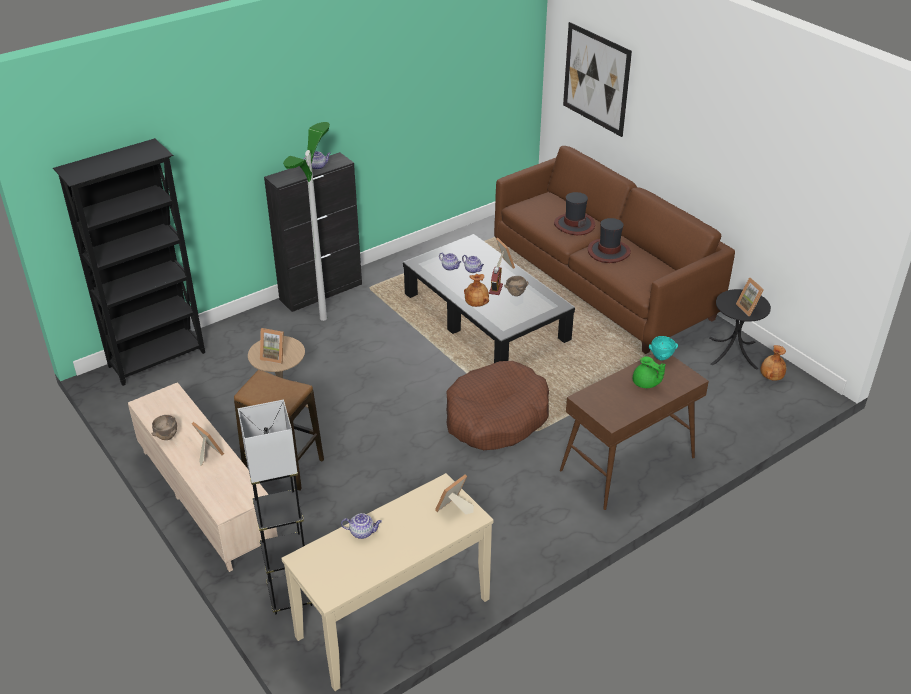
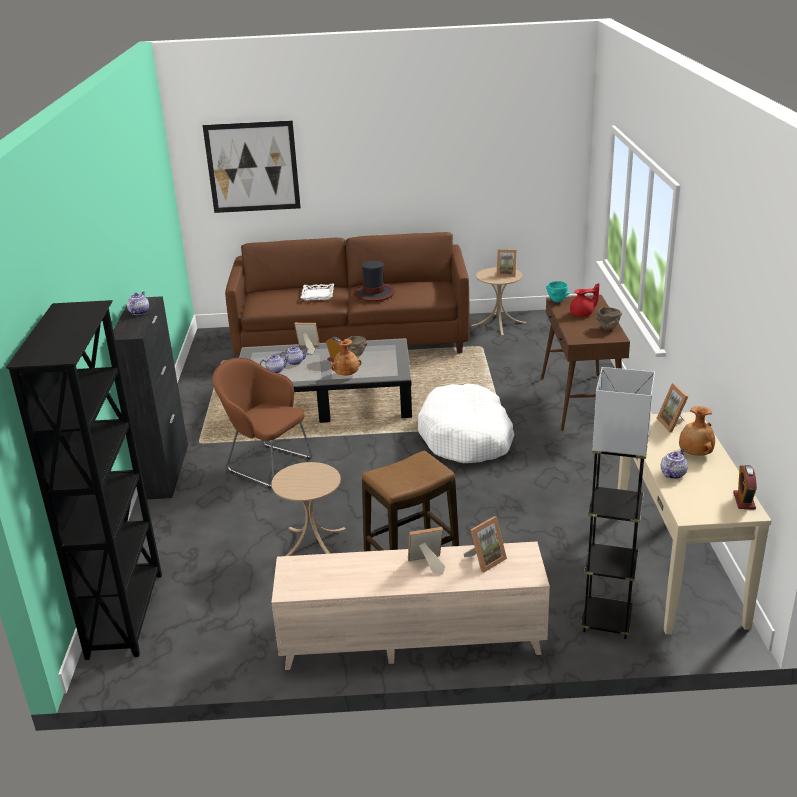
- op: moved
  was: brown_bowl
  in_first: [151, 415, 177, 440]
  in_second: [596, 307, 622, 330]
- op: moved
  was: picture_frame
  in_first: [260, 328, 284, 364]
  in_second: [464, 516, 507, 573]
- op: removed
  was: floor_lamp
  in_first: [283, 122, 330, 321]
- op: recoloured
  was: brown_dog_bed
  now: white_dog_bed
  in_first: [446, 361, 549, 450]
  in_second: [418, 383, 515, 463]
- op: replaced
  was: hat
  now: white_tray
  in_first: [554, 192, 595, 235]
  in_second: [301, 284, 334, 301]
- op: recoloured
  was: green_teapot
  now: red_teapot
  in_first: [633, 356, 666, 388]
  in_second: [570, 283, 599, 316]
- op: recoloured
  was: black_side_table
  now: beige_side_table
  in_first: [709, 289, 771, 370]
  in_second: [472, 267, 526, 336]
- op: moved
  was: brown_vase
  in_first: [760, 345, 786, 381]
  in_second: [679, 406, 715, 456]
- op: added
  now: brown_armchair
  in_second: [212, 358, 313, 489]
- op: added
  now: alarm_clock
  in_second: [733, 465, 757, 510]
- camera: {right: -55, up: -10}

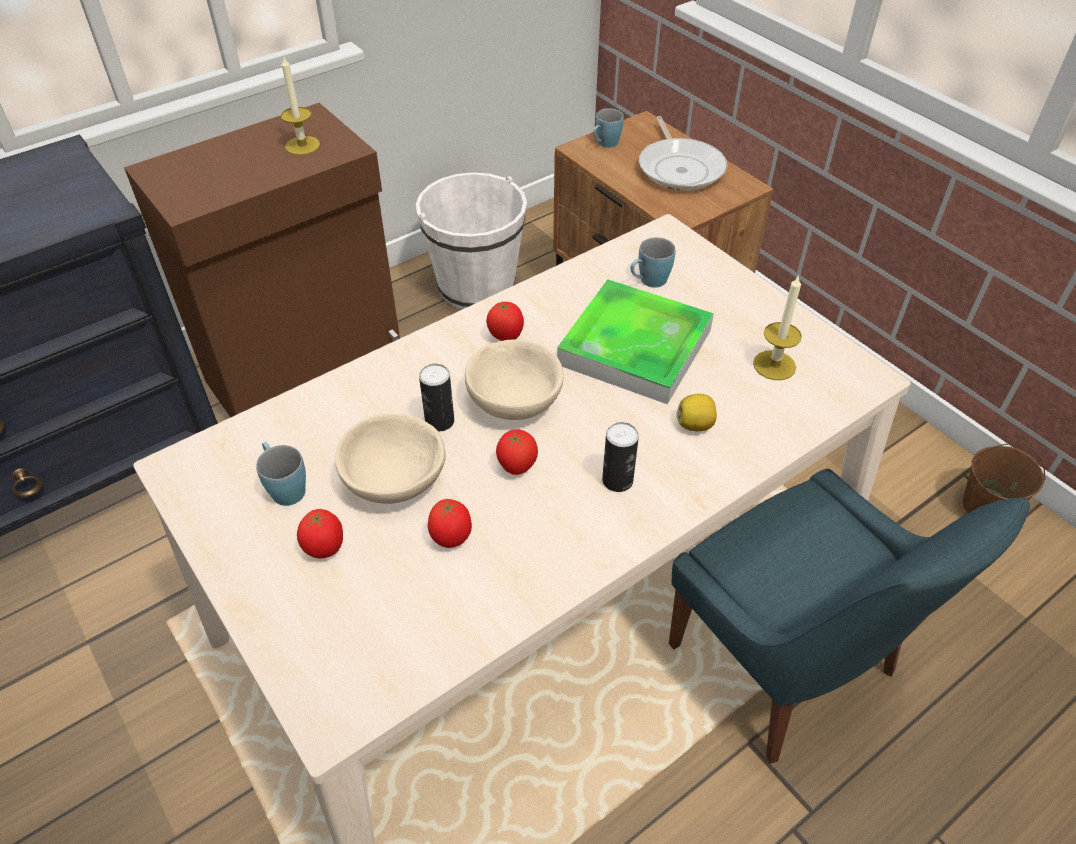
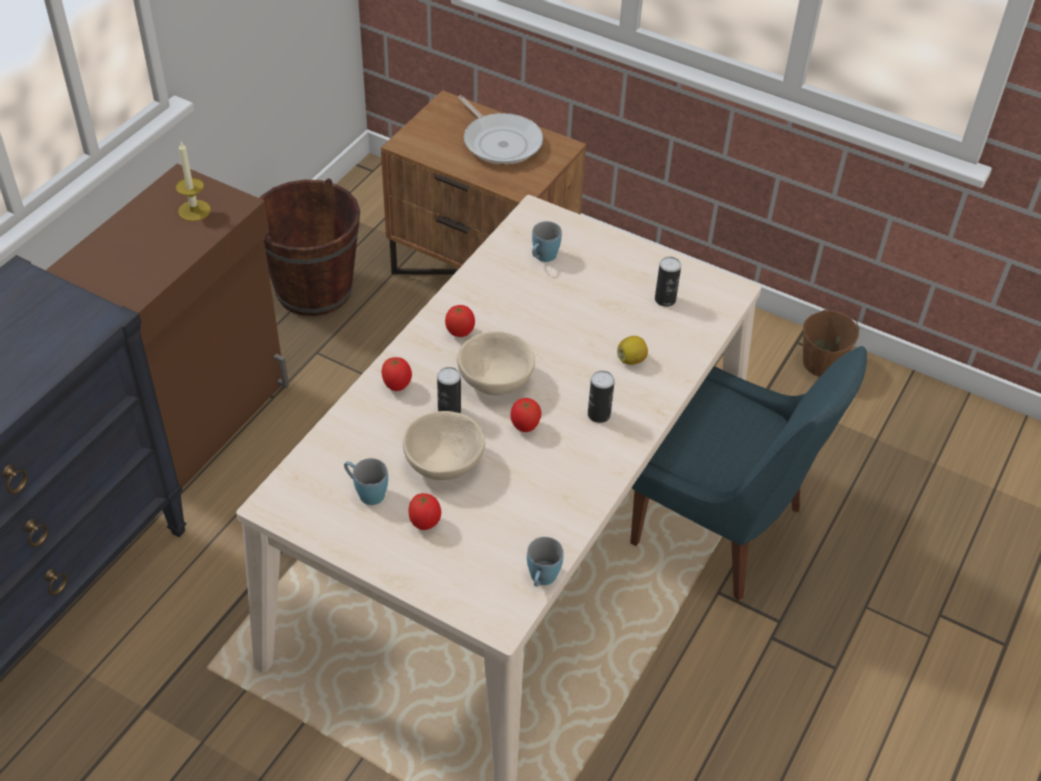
- op: recoloured
  was: white_bucket
  now: brown_bucket
  in_first: [416, 172, 527, 309]
  in_second: [260, 178, 360, 316]
- op: moved
  was: tomato
  in_first: [428, 499, 472, 548]
  in_second: [381, 357, 412, 391]
- op: removed
  was: tray
  in_first: [557, 279, 714, 404]
- op: moved
  was: blue_mug
  in_first: [593, 108, 624, 148]
  in_second: [527, 537, 564, 587]
- op: replaced
  was: candle
  now: can
  in_first: [753, 275, 802, 380]
  in_second: [655, 257, 681, 307]
- camera: {right: -25, up: 0}

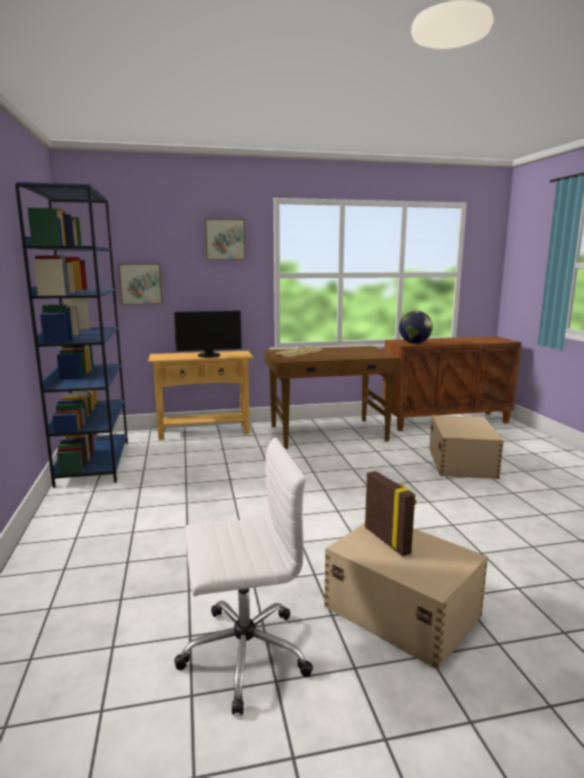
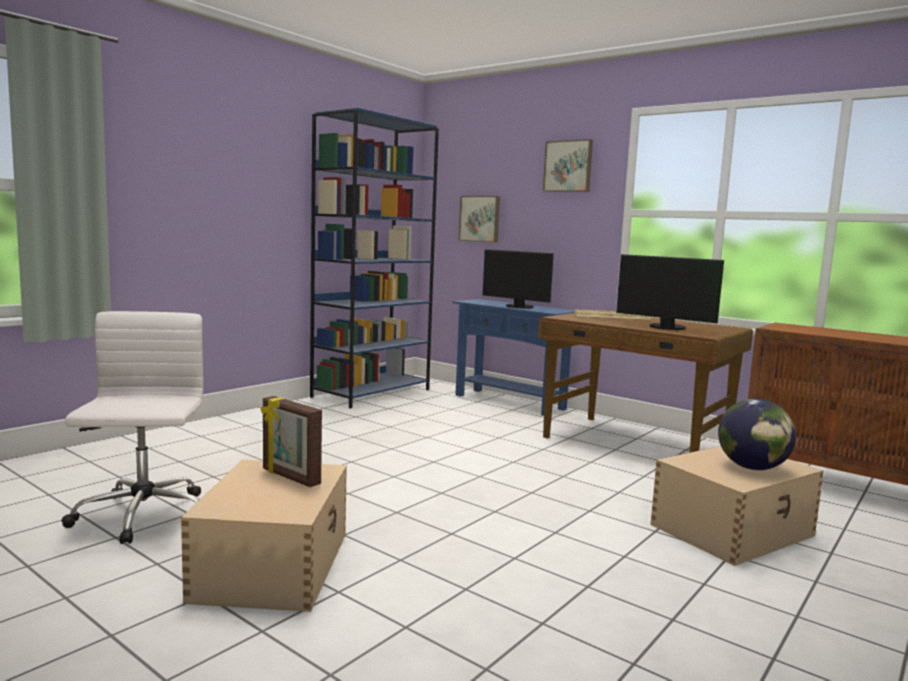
- op: recoloured
  was: beige_console_table
  now: blue_console_table
  in_first: [148, 351, 253, 440]
  in_second: [453, 299, 575, 416]
- op: turned
  was: white_office_chair
  in_first: [174, 438, 313, 715]
  in_second: [61, 311, 203, 544]
  clockwise: -135
- op: turned
  was: picture_frame
  in_first: [365, 471, 416, 556]
  in_second: [261, 396, 322, 487]
  clockwise: 105
- op: moved
  was: globe
  in_first: [399, 311, 433, 344]
  in_second: [718, 398, 796, 470]
- op: added
  now: monitor
  in_second: [616, 254, 724, 330]
- camera: {right: 50, up: -5}

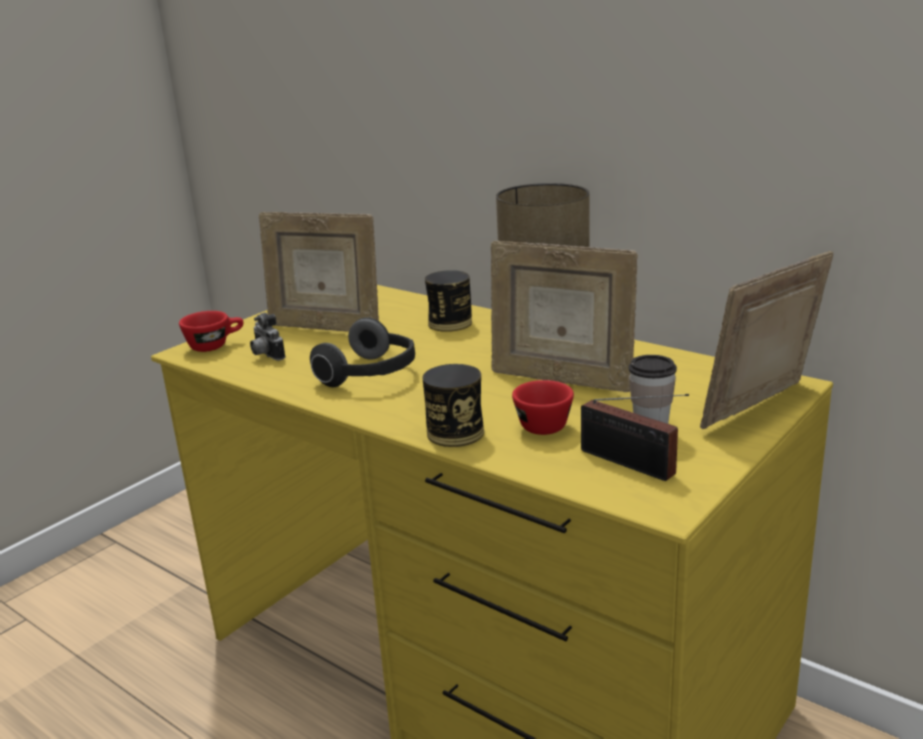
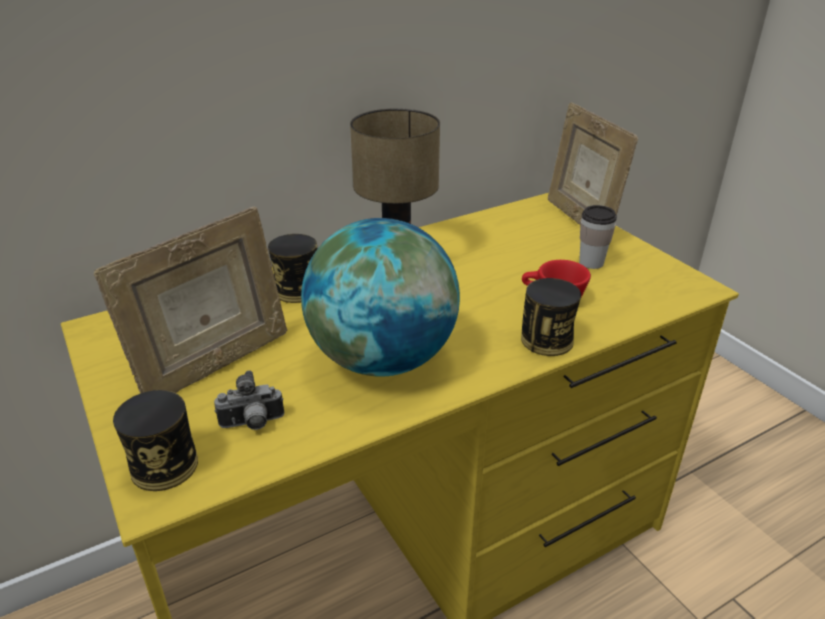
- op: replaced
  was: red_cup
  now: can
  in_first: [179, 311, 244, 352]
  in_second: [113, 390, 198, 491]
- op: replaced
  was: headphones
  now: globe
  in_first: [310, 317, 415, 387]
  in_second: [301, 218, 460, 377]
- op: removed
  was: picture_frame
  in_first: [491, 241, 638, 392]
- op: removed
  was: radio
  in_first: [581, 394, 689, 481]
- camera: {right: -70, up: 10}

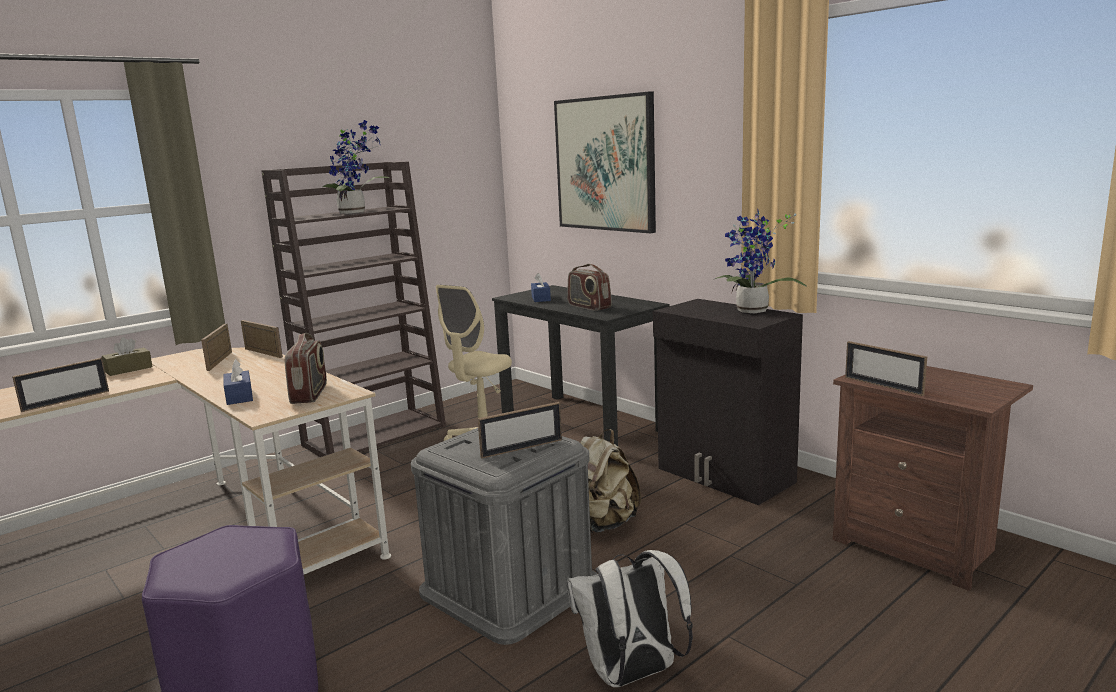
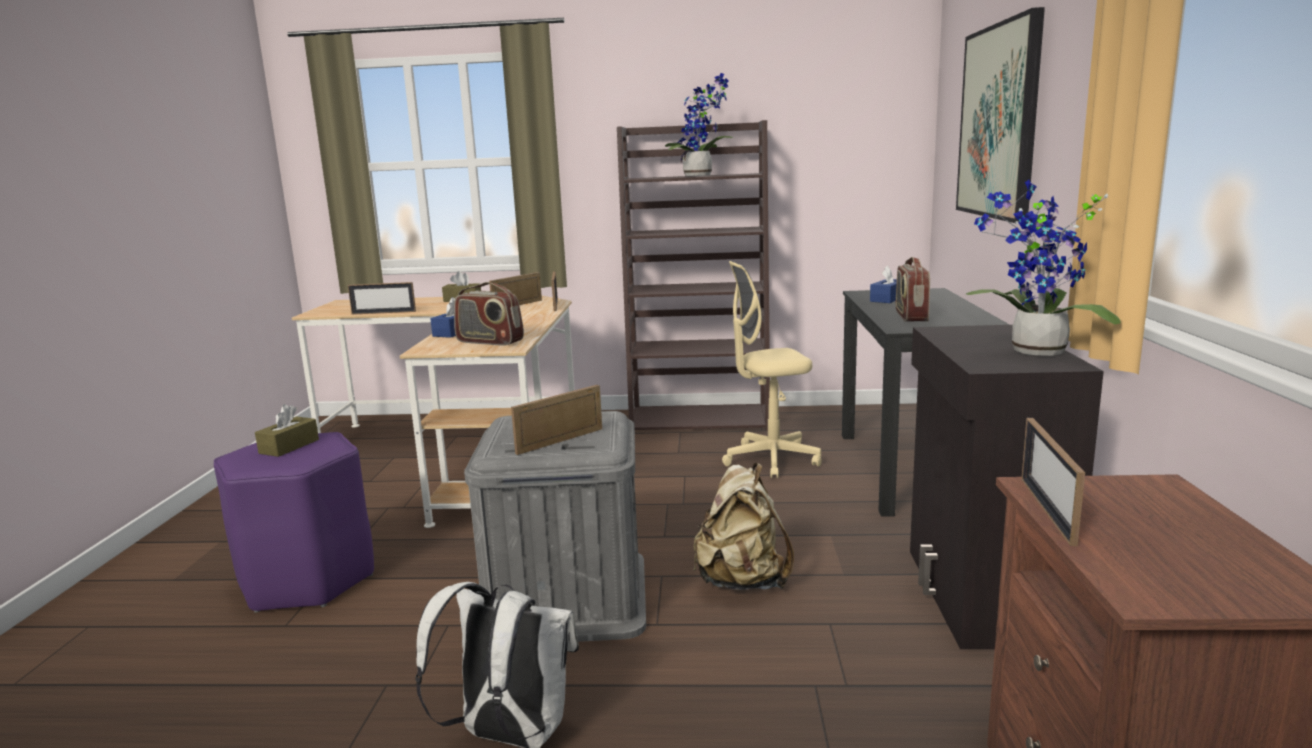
- op: turned
  was: radio
  in_first: [285, 333, 327, 404]
  in_second: [454, 282, 524, 346]
  clockwise: 75
- op: turned
  was: picture_frame
  in_first: [478, 402, 562, 459]
  in_second: [511, 385, 602, 455]
  clockwise: 120
- op: added
  now: brown_tissue_box
  in_second: [255, 404, 319, 457]
- camera: {right: 45, up: 0}

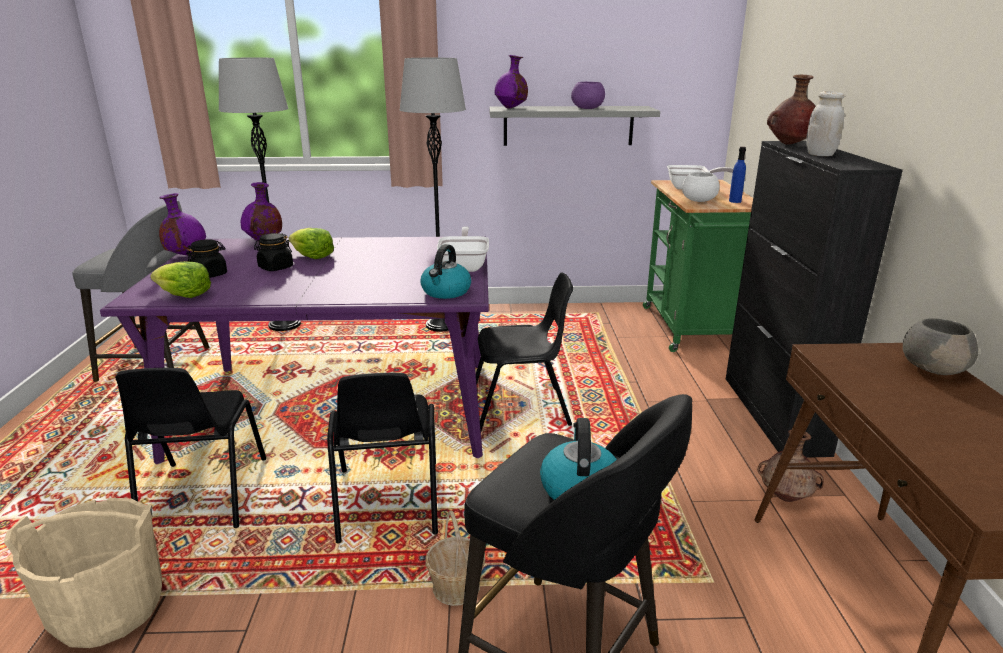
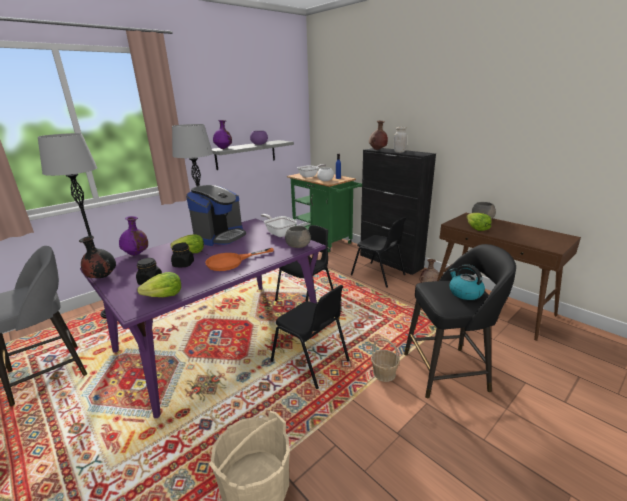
- op: moved
  was: black_chair
  in_first: [115, 368, 266, 528]
  in_second: [351, 217, 406, 288]
- op: recoloured
  was: purple_vase
  now: black_vase
  in_first: [159, 193, 206, 255]
  in_second: [79, 236, 116, 278]
- op: replaced
  was: kettle
  now: grey_bowl
  in_first: [420, 244, 471, 299]
  in_second: [285, 226, 311, 248]
- op: added
  now: coffee_machine
  in_second: [186, 185, 246, 246]
- op: added
  now: orange_frying_pan
  in_second: [205, 248, 274, 271]
- op: added
  now: lettuce
  in_second: [466, 213, 492, 231]
- camera: {right: -40, up: 0}

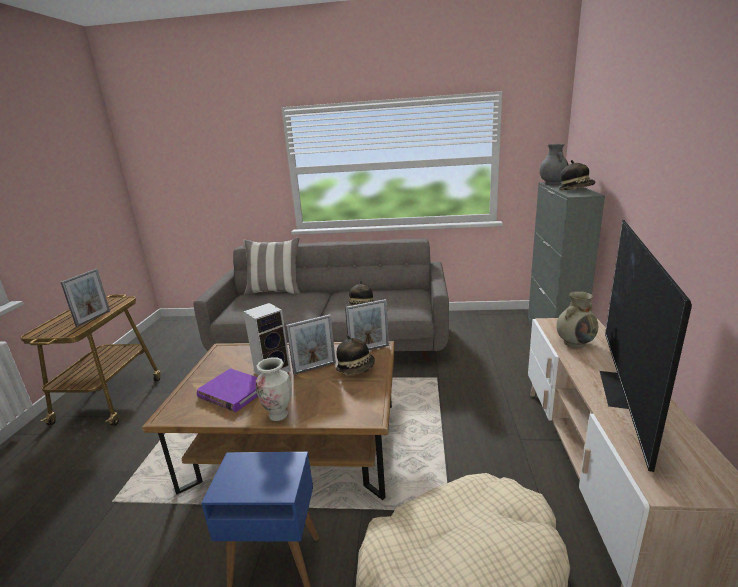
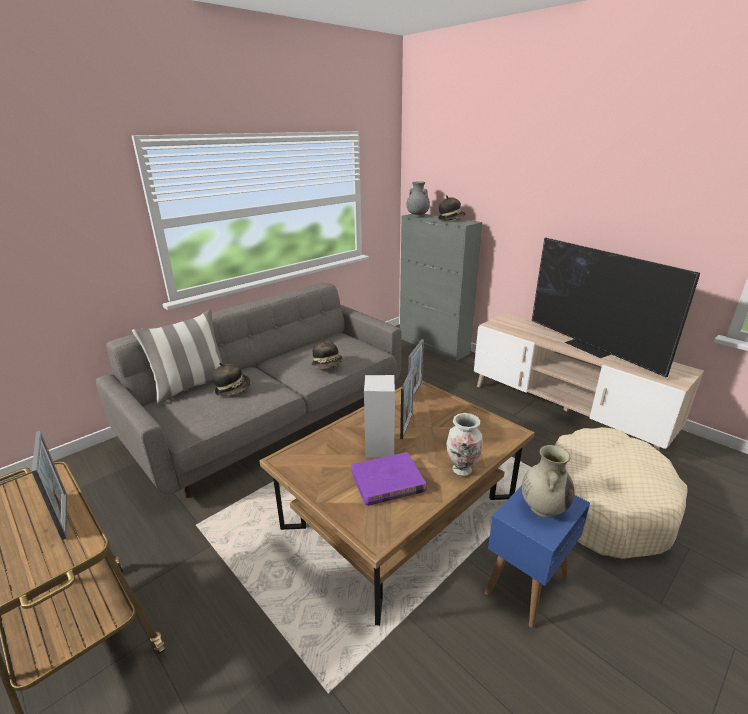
- op: moved
  was: hat
  in_first: [336, 335, 375, 375]
  in_second: [212, 363, 251, 396]
- op: moved
  was: beige_vase
  in_first: [556, 291, 598, 348]
  in_second: [522, 445, 574, 518]
- camera: {right: -50, up: 5}

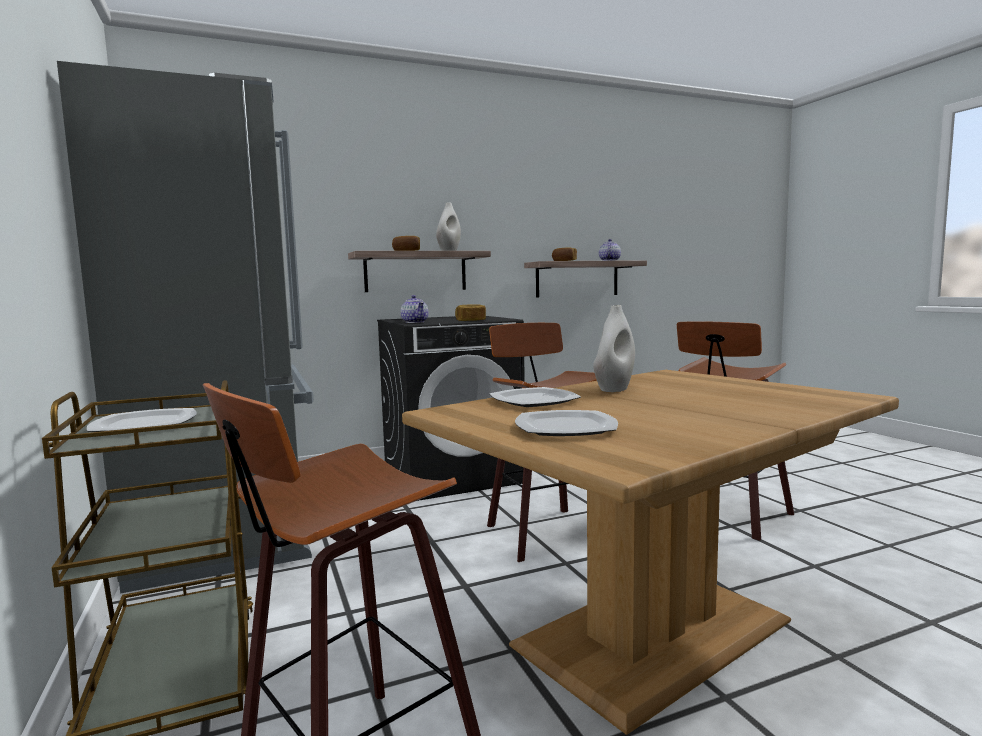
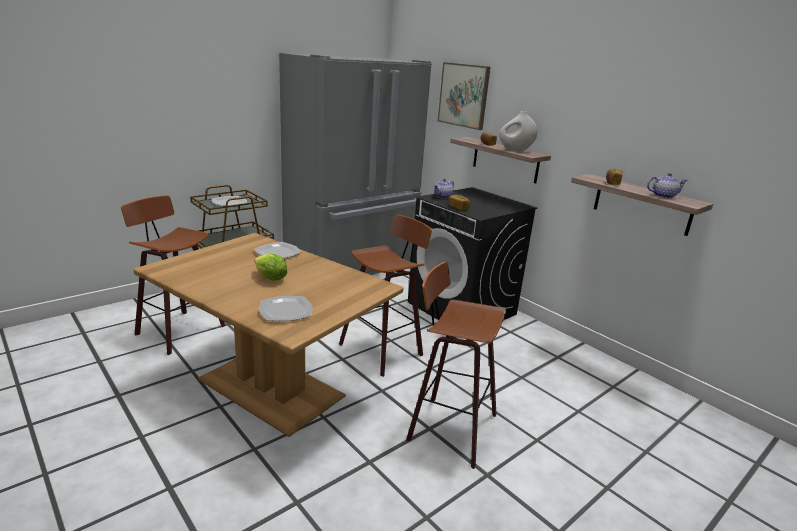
- op: moved
  was: plate
  in_first: [515, 410, 618, 436]
  in_second: [259, 296, 313, 321]
- op: removed
  was: white_vase
  in_first: [593, 305, 635, 392]
- op: added
  now: lettuce
  in_second: [254, 253, 288, 281]
- op: added
  now: picture
  in_second: [438, 62, 491, 130]
- camera: {right: 70, up: 15}

